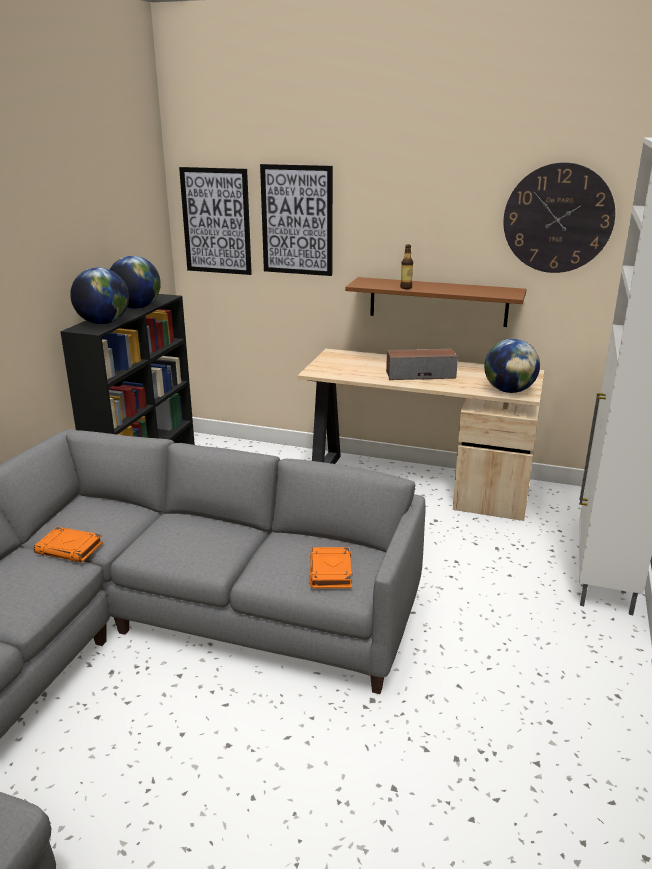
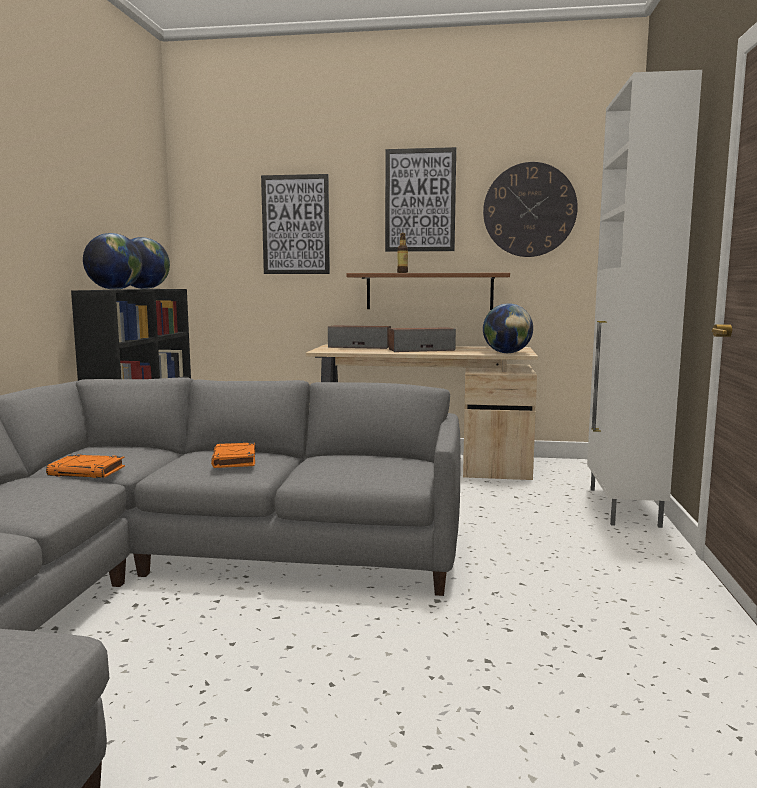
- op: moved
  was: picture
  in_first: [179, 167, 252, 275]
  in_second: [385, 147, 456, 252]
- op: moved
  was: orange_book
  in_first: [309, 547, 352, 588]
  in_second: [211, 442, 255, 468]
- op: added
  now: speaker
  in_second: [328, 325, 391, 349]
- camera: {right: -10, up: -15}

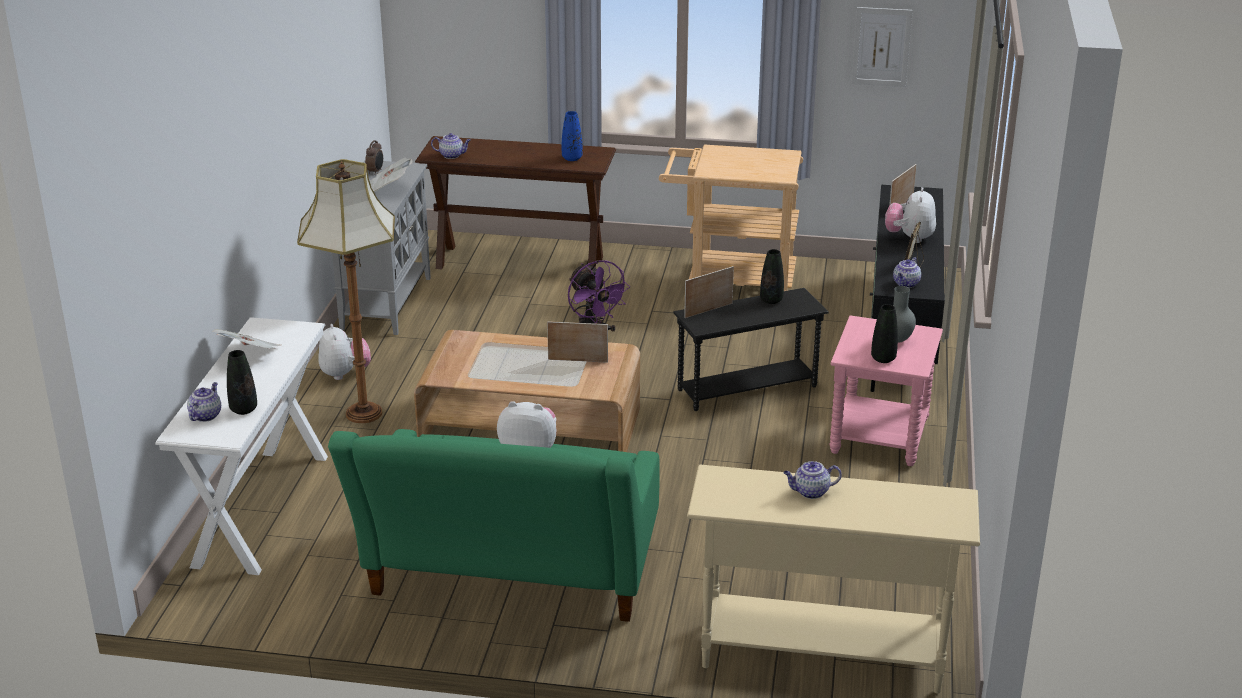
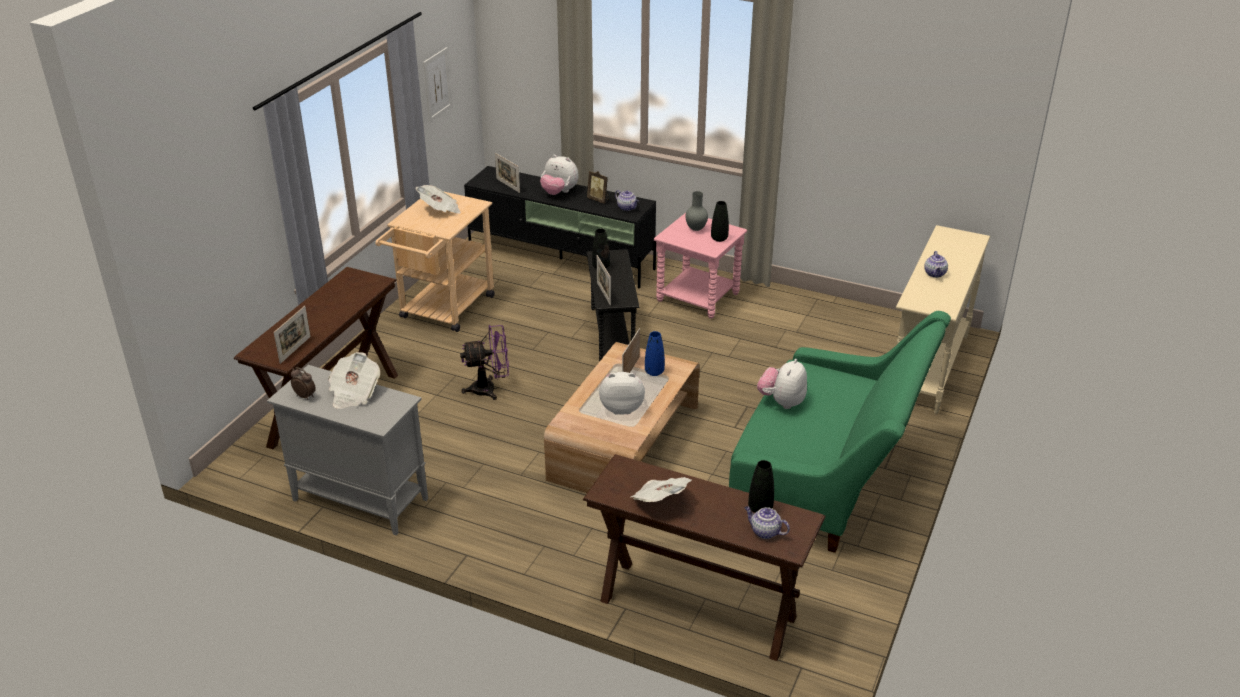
- op: recoloured
  was: white_console_table
  now: brown_console_table
  in_first: [155, 317, 328, 575]
  in_second: [583, 454, 825, 661]
- op: removed
  was: floor_lamp
  in_first: [297, 159, 395, 423]
- op: moved
  was: plush_toy
  in_first: [318, 324, 371, 380]
  in_second: [599, 372, 645, 415]
- op: replaced
  was: teapot
  now: picture_frame
  in_first: [431, 133, 471, 159]
  in_second: [274, 306, 311, 364]
- op: moved
  was: blue_vase
  in_first: [562, 111, 583, 161]
  in_second: [645, 331, 665, 376]
- op: added
  now: newspaper
  in_second: [416, 185, 461, 214]
- camera: {right: -75, up: 5}

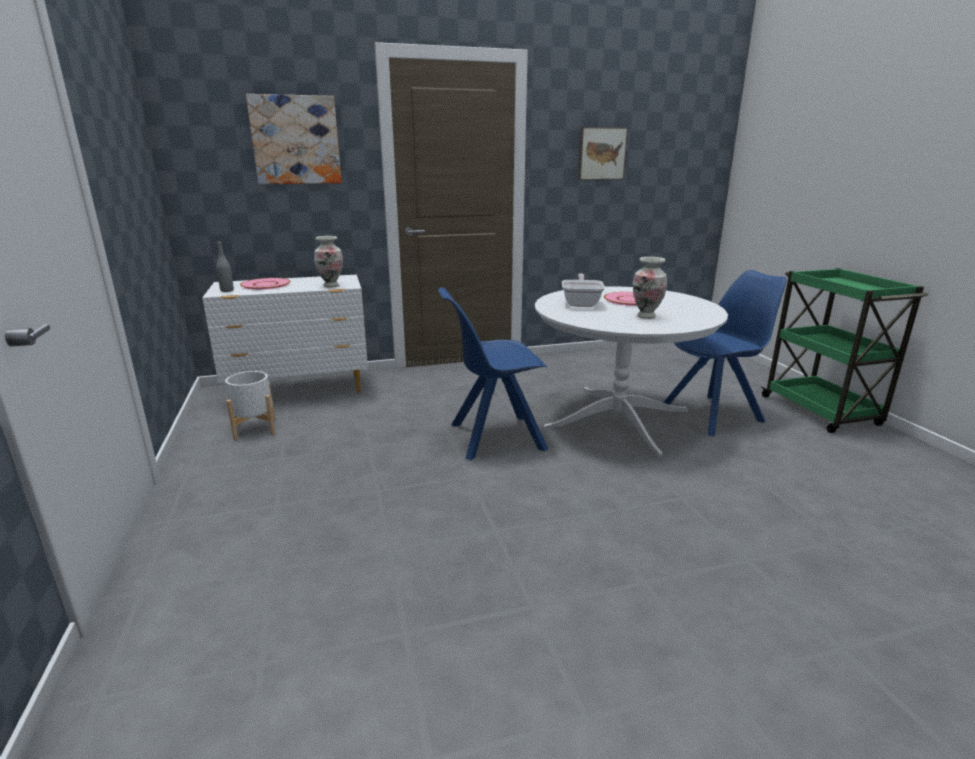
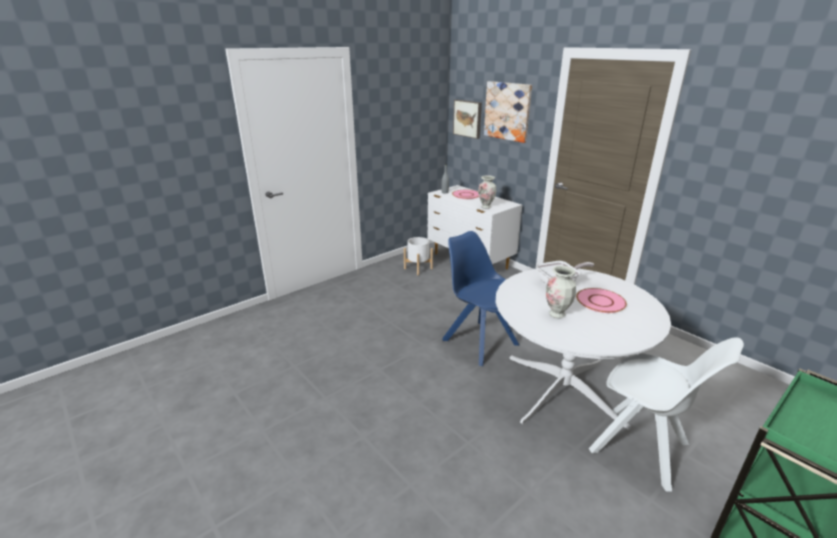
- op: moved
  was: picture
  in_first: [578, 127, 628, 180]
  in_second: [453, 100, 482, 139]
- op: recoloured
  was: blue_chair
  now: white_chair
  in_first: [663, 270, 786, 436]
  in_second: [589, 337, 744, 491]
- camera: {right: 65, up: 5}

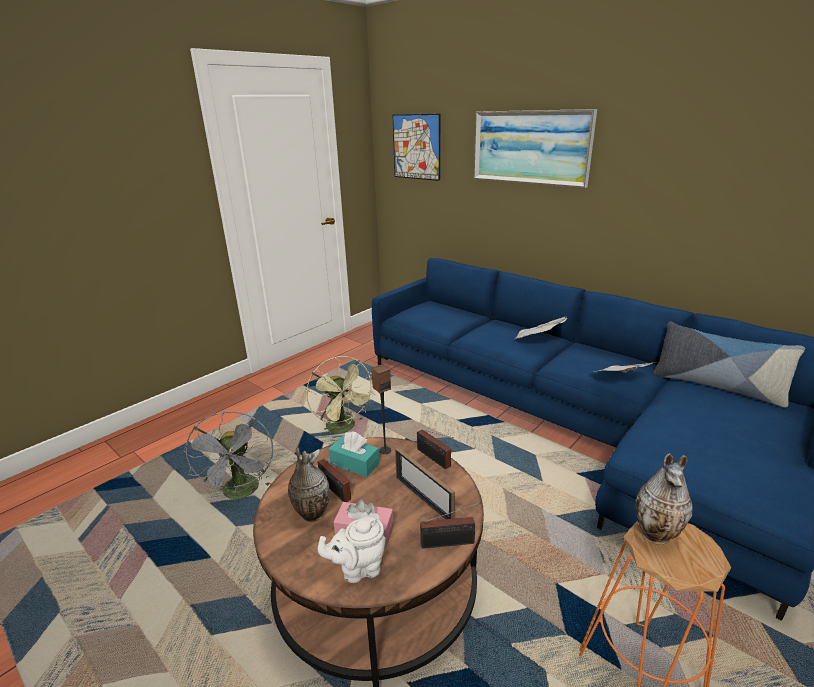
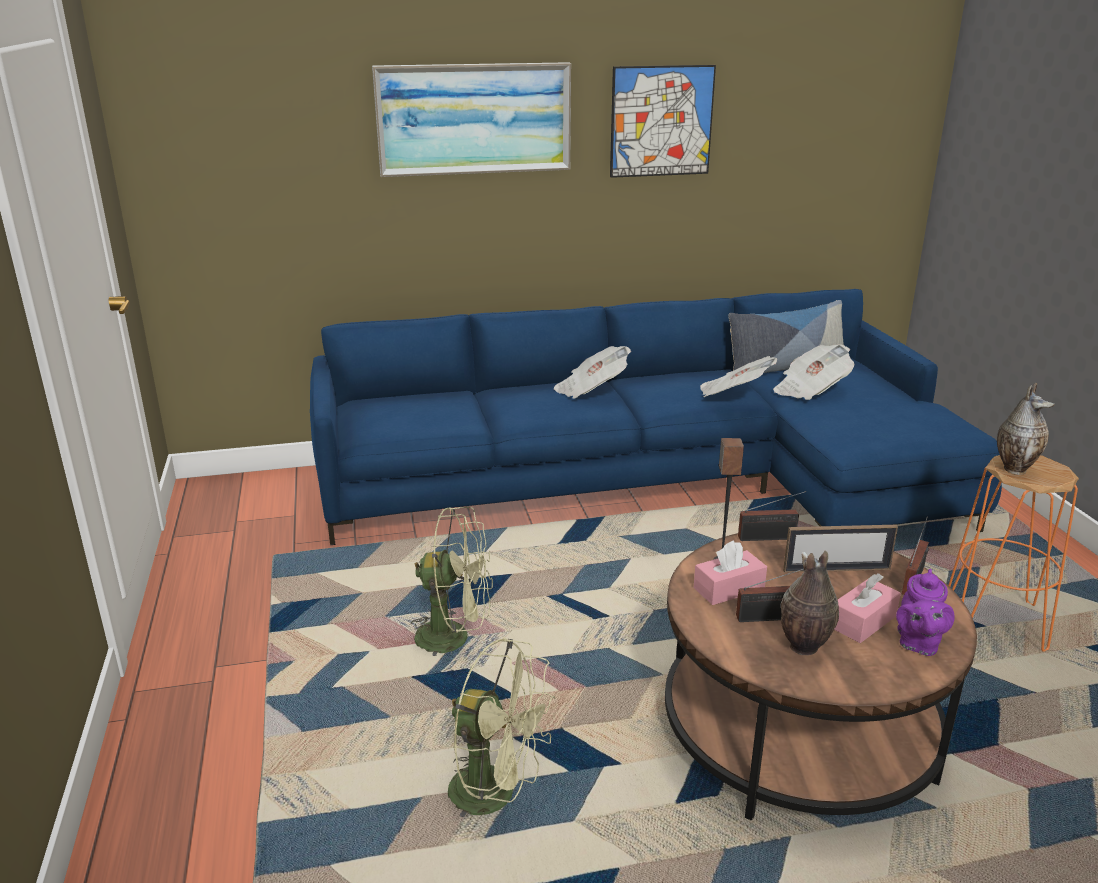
- op: recoloured
  was: grey_fan
  now: green_fan
  in_first: [183, 411, 273, 499]
  in_second: [448, 638, 555, 817]
- op: recoloured
  was: white_teapot
  now: purple_teapot
  in_first: [318, 517, 386, 583]
  in_second: [896, 569, 954, 656]
- op: recoloured
  was: turquoise_tissue_box
  now: pink_tissue_box
  in_first: [329, 431, 380, 477]
  in_second: [694, 540, 767, 605]
- op: moved
  was: picture
  in_first: [393, 114, 440, 181]
  in_second: [610, 65, 716, 178]
- op: added
  now: newspaper
  in_second: [773, 344, 854, 400]
- camera: {right: -55, up: 0}

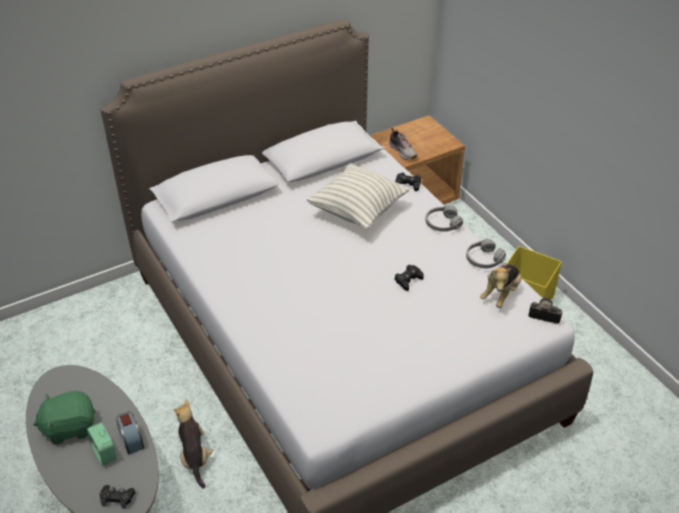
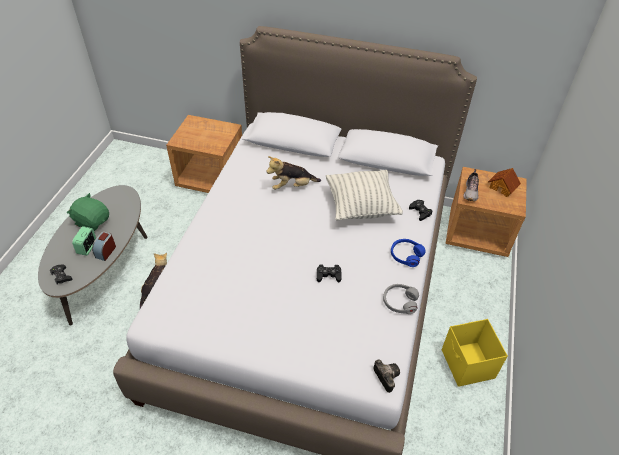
- op: recoloured
  was: grey_headphones
  now: blue_headphones
  in_first: [425, 205, 463, 232]
  in_second: [391, 239, 425, 267]
- op: moved
  was: plush_toy
  in_first: [480, 264, 522, 308]
  in_second: [266, 156, 321, 190]
- op: added
  now: brown_nightstand
  in_second: [166, 115, 242, 193]
- op: added
  now: toy_house
  in_second: [488, 168, 521, 197]
- camera: {right: 45, up: 5}

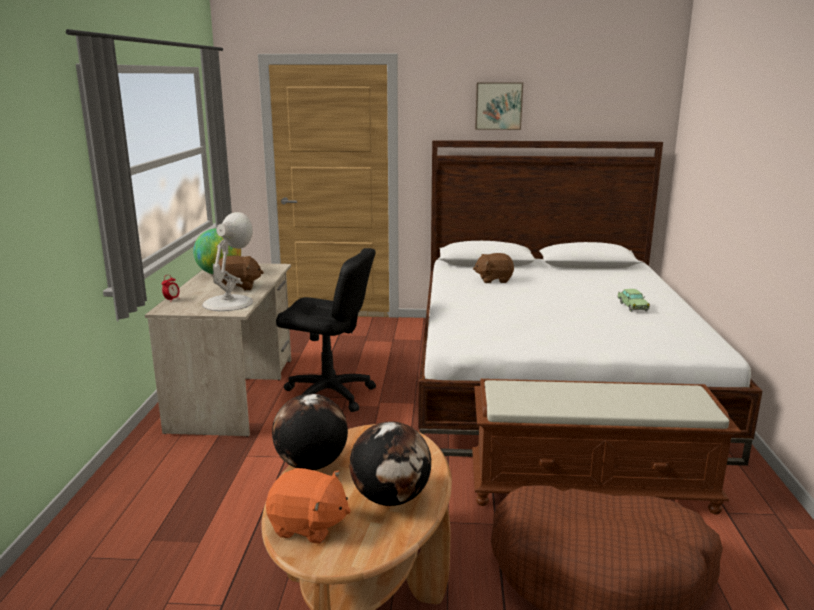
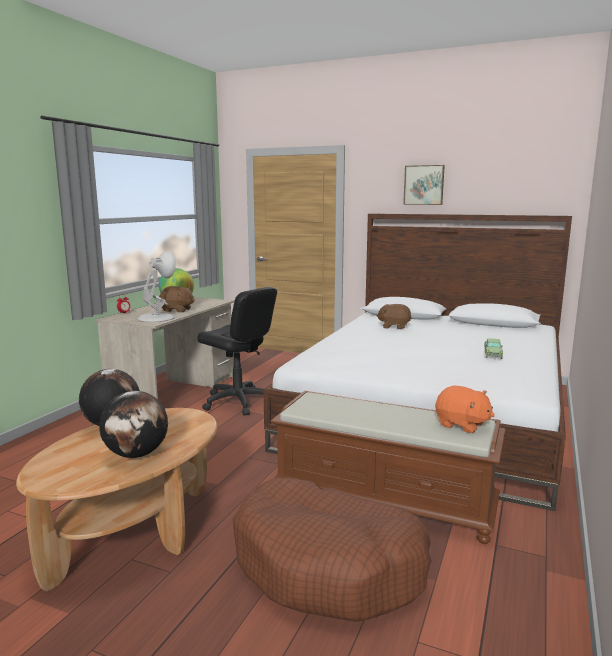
- op: moved
  was: orange_plush_toy
  in_first: [266, 468, 351, 544]
  in_second: [435, 386, 495, 433]
- camera: {right: 20, up: -5}

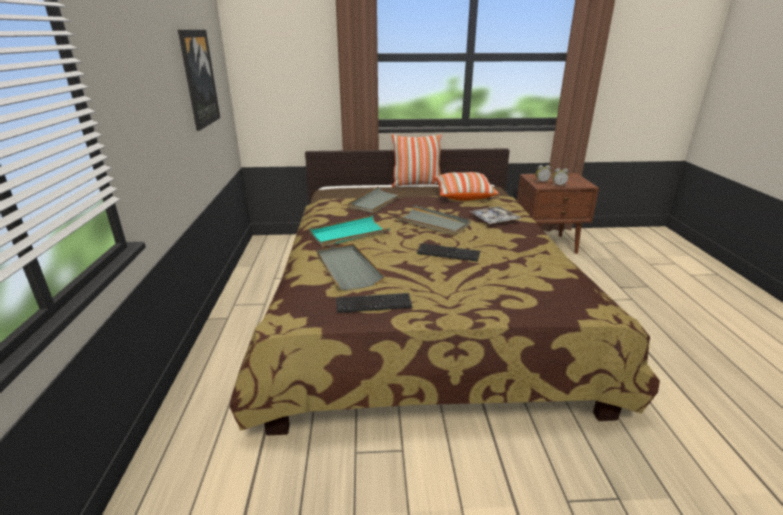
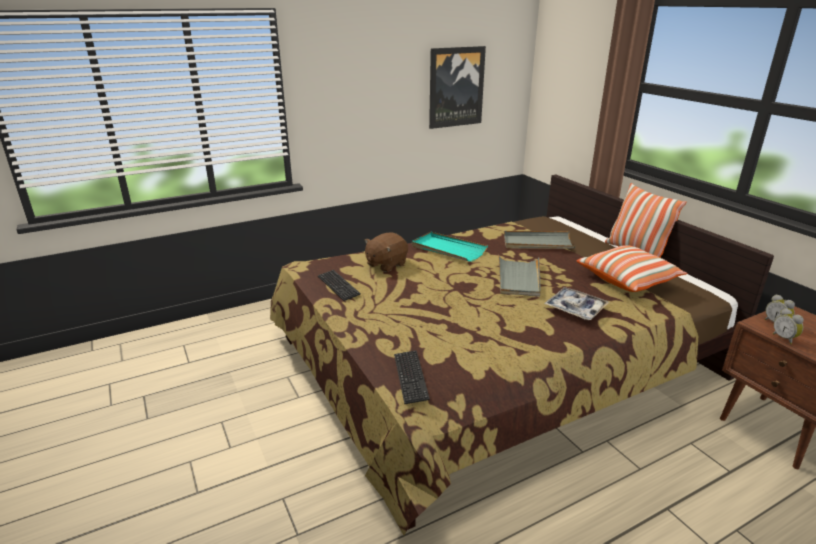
- op: replaced
  was: grey_tray
  now: brown_plush_toy
  in_first: [317, 244, 385, 290]
  in_second: [364, 232, 408, 272]
- op: moved
  was: keyboard
  in_first: [417, 244, 480, 262]
  in_second: [394, 350, 430, 404]
- camera: {right: 65, up: 0}

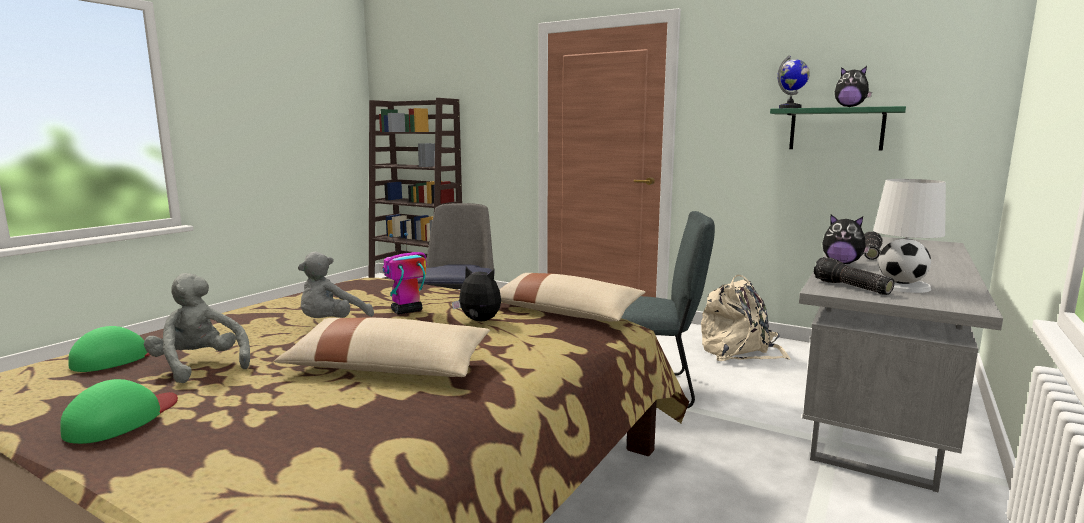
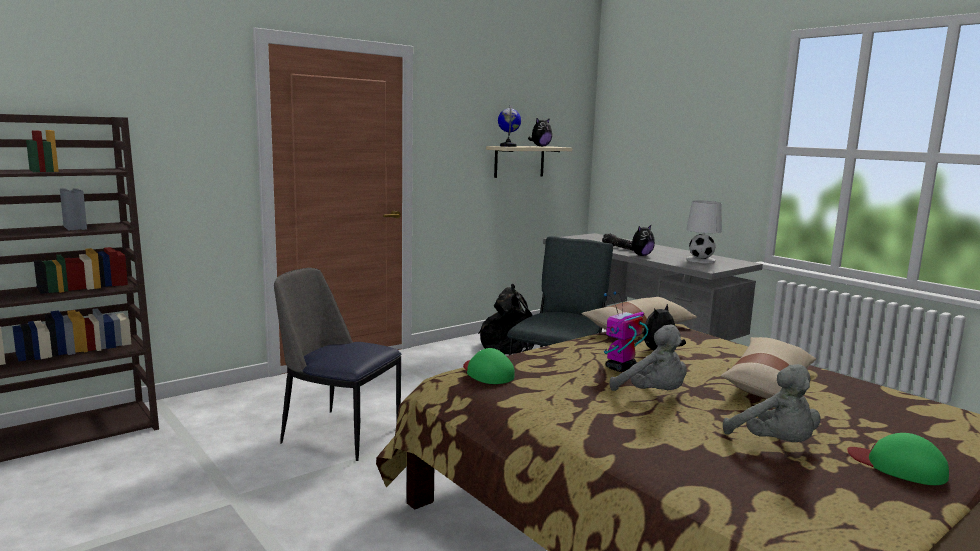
- op: moved
  was: green_cap
  in_first: [68, 326, 150, 372]
  in_second: [463, 348, 515, 384]
- op: turned
  was: grey_plush_toy
  in_first: [144, 273, 250, 383]
  in_second: [723, 364, 820, 442]
  clockwise: -90
- op: turned
  was: toy_robot
  in_first: [383, 233, 427, 314]
  in_second: [604, 291, 648, 372]
  clockwise: 60
- op: recoloured
  was: beige_backpack
  now: black_backpack
  in_first: [701, 275, 791, 361]
  in_second: [478, 284, 535, 354]
- op: recoloured
  was: green_shelf
  now: beige_shelf
  in_first: [770, 106, 906, 151]
  in_second: [486, 146, 572, 178]
- op: removed
  was: flashlight
  in_first: [814, 257, 894, 295]
- camera: {right: -70, up: 0}

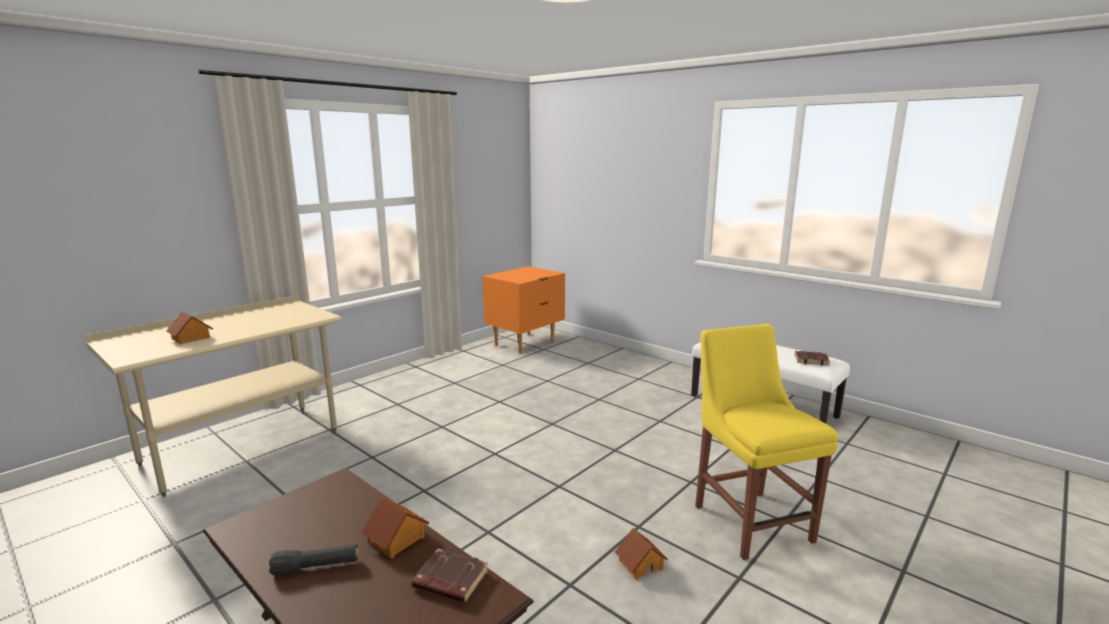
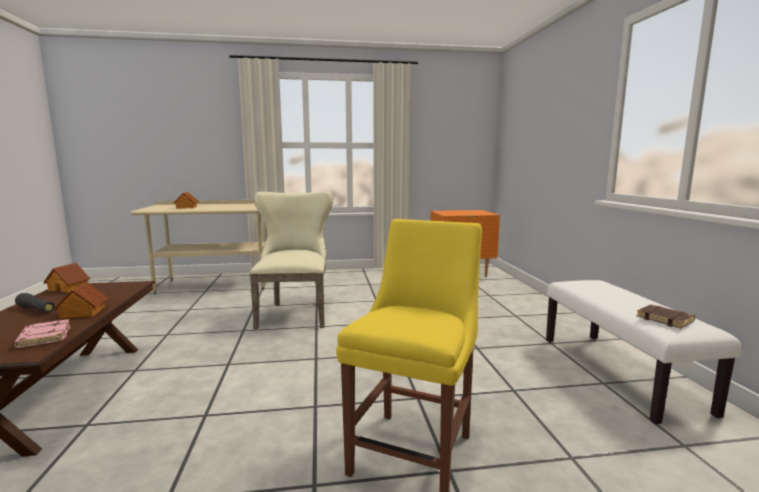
- op: recoloured
  was: brown_book
  now: pink_book
  in_first: [412, 549, 488, 603]
  in_second: [14, 319, 70, 348]
- op: moved
  was: toy_house
  in_first: [615, 528, 668, 580]
  in_second: [43, 263, 91, 293]
- op: added
  now: beige_chair
  in_second: [250, 191, 333, 329]
- camera: {right: 40, up: -5}

